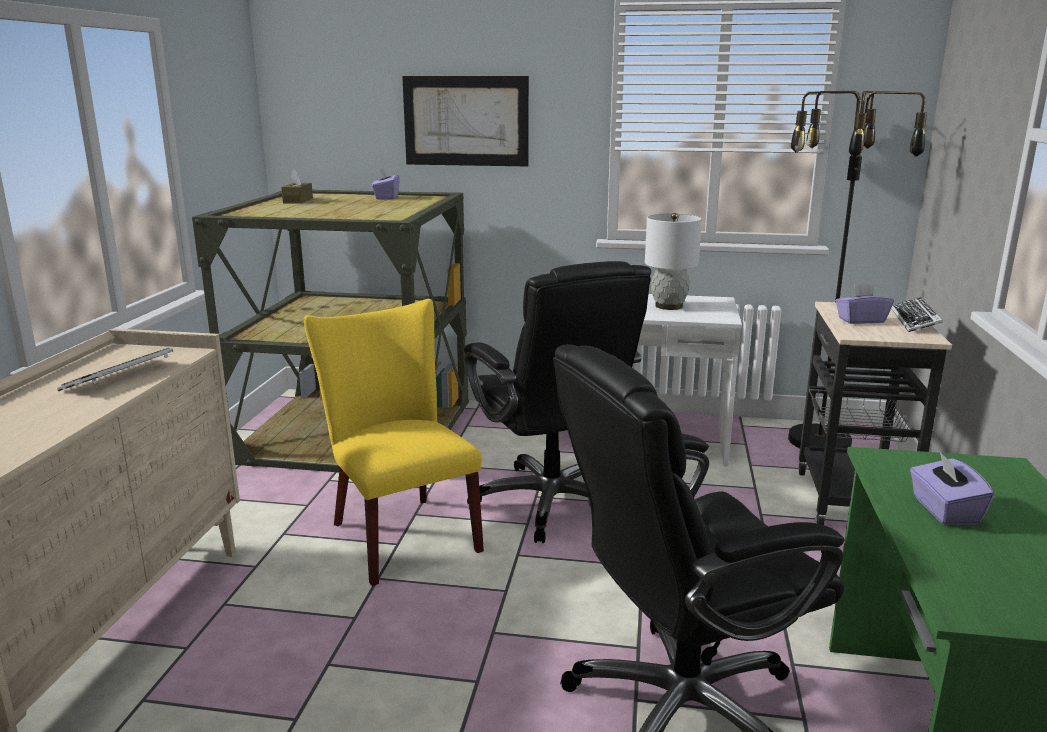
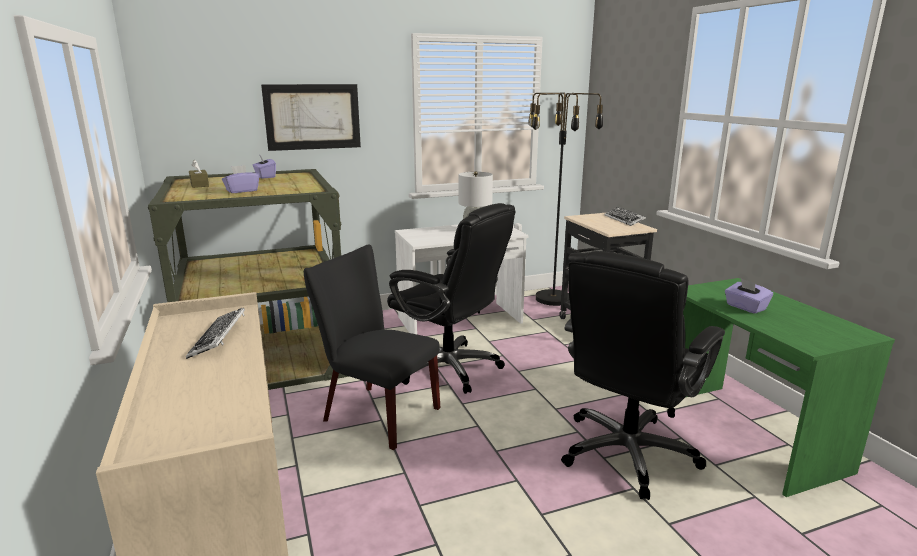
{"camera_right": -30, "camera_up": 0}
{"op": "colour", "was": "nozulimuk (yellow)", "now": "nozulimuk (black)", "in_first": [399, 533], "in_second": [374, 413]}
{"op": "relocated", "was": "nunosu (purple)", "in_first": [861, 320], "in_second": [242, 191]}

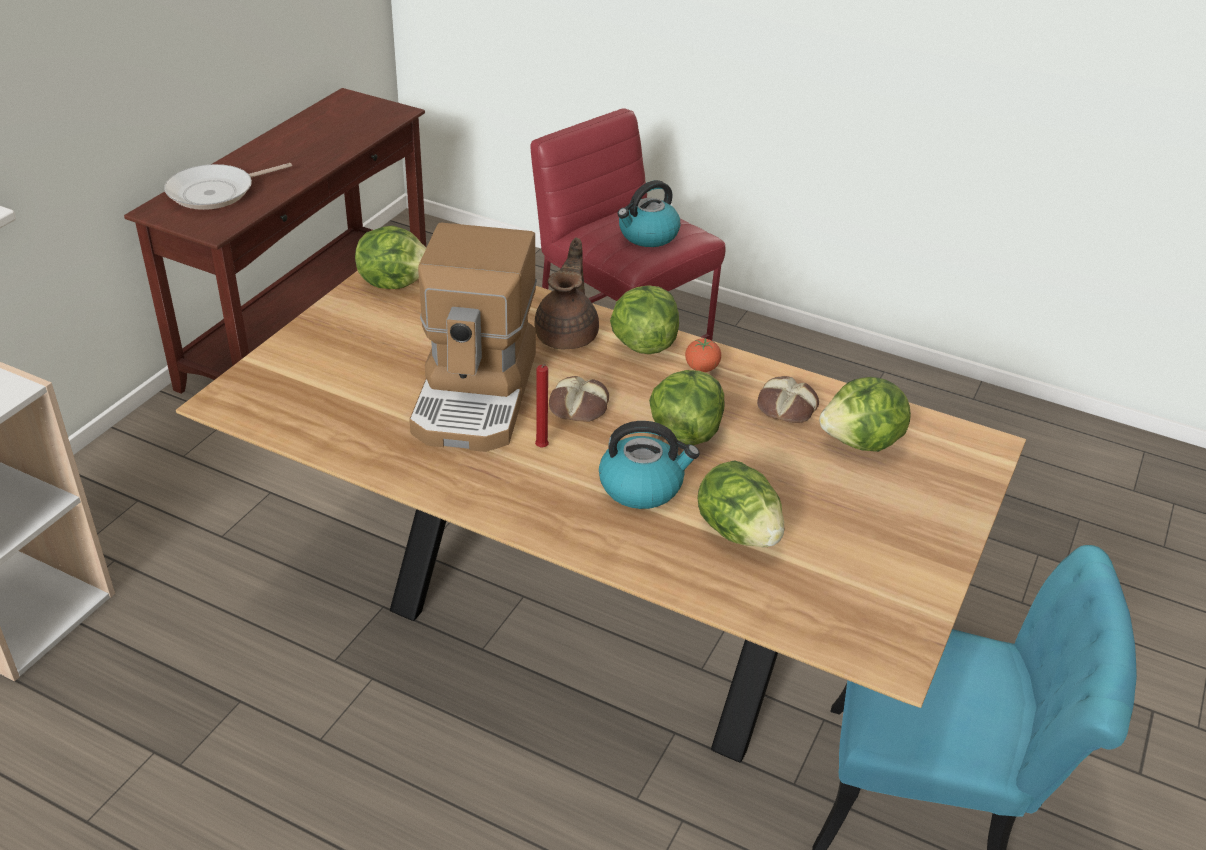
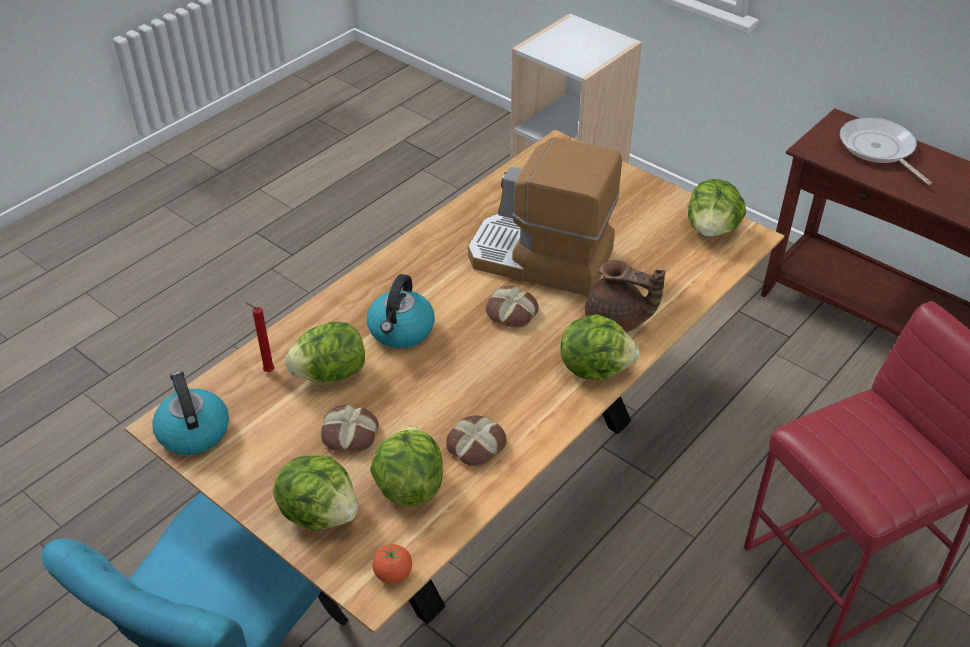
{"camera_right": 105, "camera_up": 5}
{"op": "relocated", "was": "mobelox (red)", "in_first": [542, 449], "in_second": [267, 371]}
{"op": "relocated", "was": "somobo", "in_first": [647, 235], "in_second": [193, 431]}
{"op": "relocated", "was": "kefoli", "in_first": [685, 432], "in_second": [320, 512]}
{"op": "relocated", "was": "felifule", "in_first": [701, 368], "in_second": [393, 574]}
{"op": "appeared", "now": "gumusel", "in_second": [349, 435]}

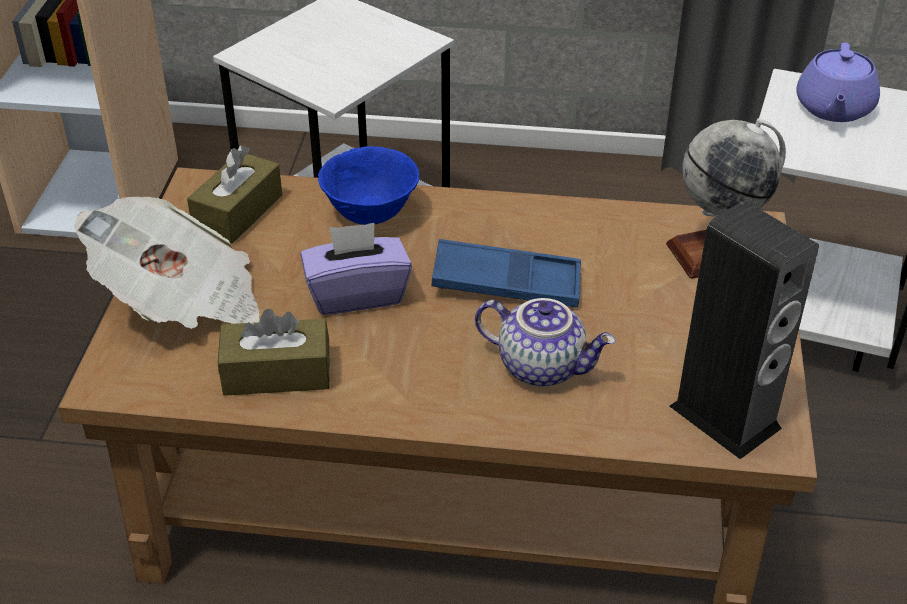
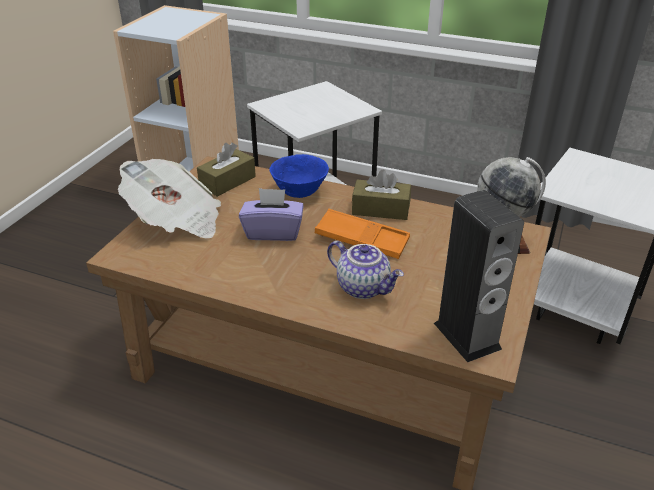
{"camera_right": 15, "camera_up": -5}
{"op": "relocated", "was": "nunosu (brown)", "in_first": [277, 373], "in_second": [380, 209]}
{"op": "colour", "was": "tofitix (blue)", "now": "tofitix (orange)", "in_first": [506, 283], "in_second": [362, 239]}
{"op": "missing", "was": "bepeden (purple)", "in_first": [833, 109]}

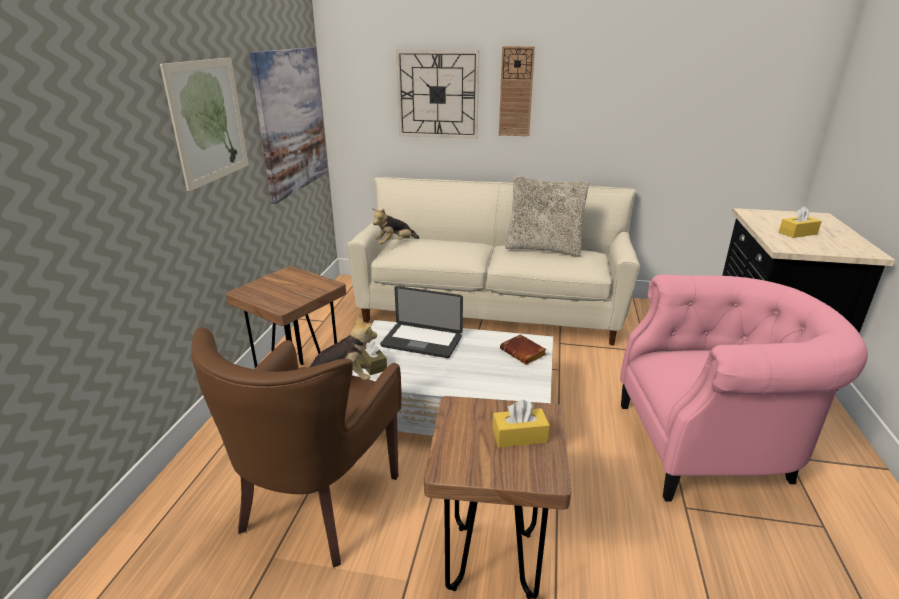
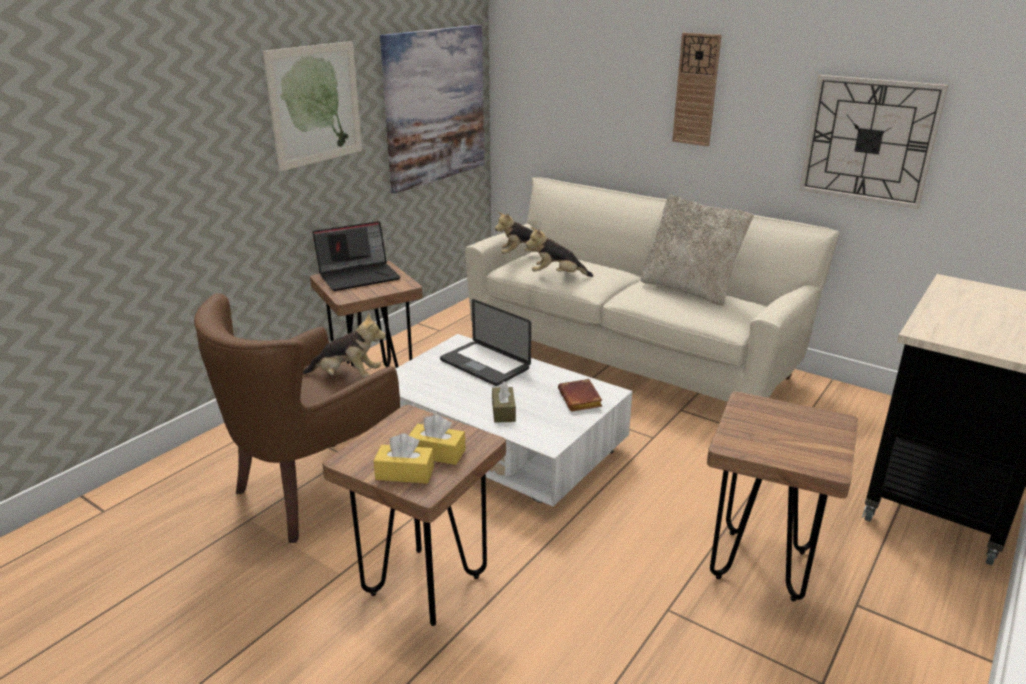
{"camera_right": 25, "camera_up": 0}
{"op": "relocated", "was": "nunosu (brown)", "in_first": [372, 364], "in_second": [503, 411]}
{"op": "relocated", "was": "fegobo", "in_first": [437, 94], "in_second": [869, 140]}
{"op": "exchanged", "was": "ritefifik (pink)", "now": "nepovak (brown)", "in_first": [710, 448], "in_second": [761, 565]}
{"op": "relocated", "was": "nunosu (yellow)", "in_first": [797, 233], "in_second": [405, 473]}
{"op": "appeared", "now": "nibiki", "in_second": [359, 276]}
{"op": "appeared", "now": "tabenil", "in_second": [557, 276]}

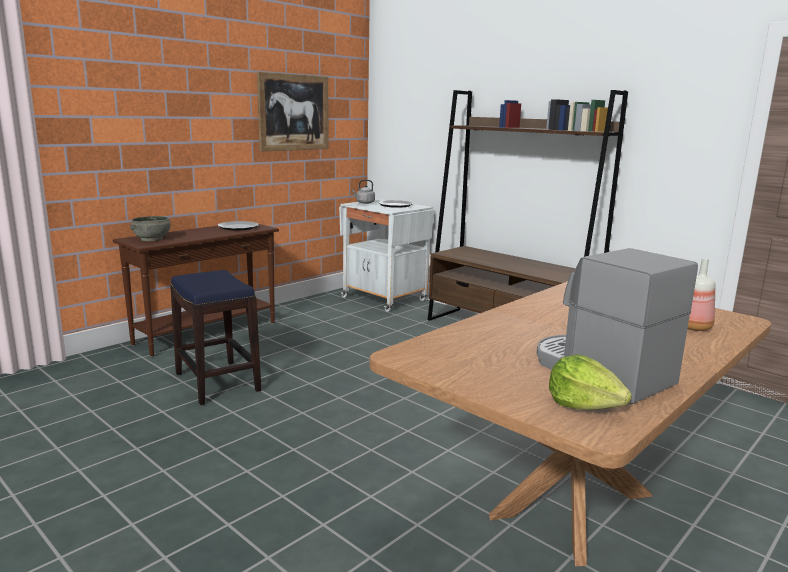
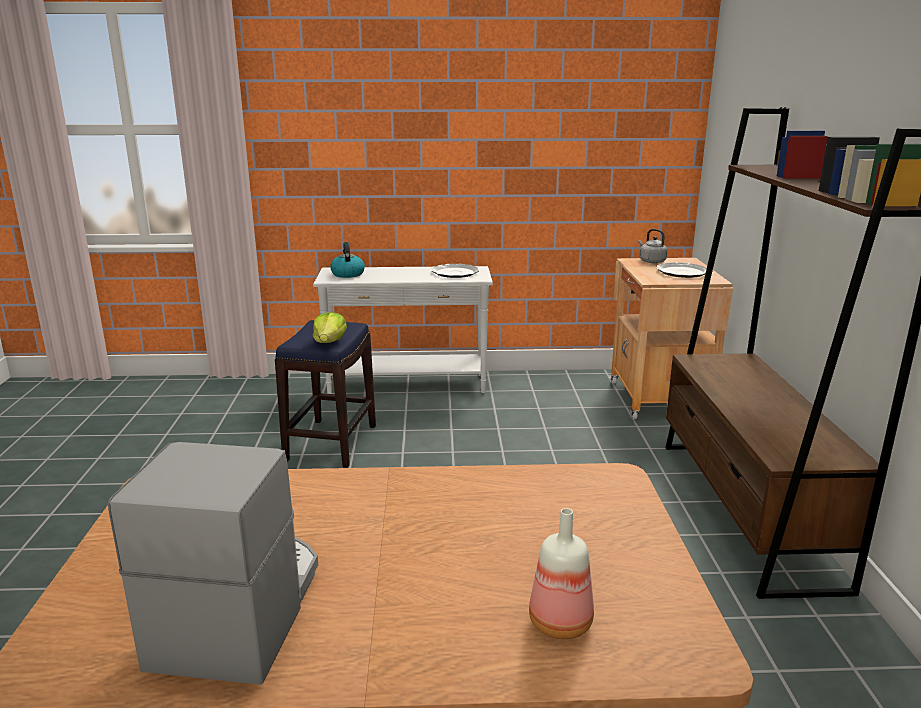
{"camera_right": 45, "camera_up": 5}
{"op": "colour", "was": "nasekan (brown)", "now": "nasekan (white)", "in_first": [207, 333], "in_second": [408, 385]}
{"op": "exchanged", "was": "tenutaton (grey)", "now": "somobo", "in_first": [152, 239], "in_second": [347, 274]}
{"op": "missing", "was": "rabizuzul", "in_first": [294, 112]}
{"op": "colour", "was": "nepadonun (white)", "now": "nepadonun (brown)", "in_first": [385, 300], "in_second": [659, 401]}
{"op": "relocated", "was": "kefoli", "in_first": [583, 404], "in_second": [329, 342]}

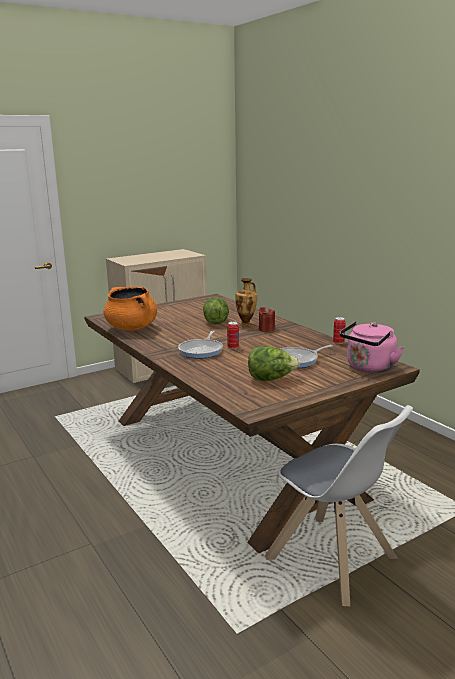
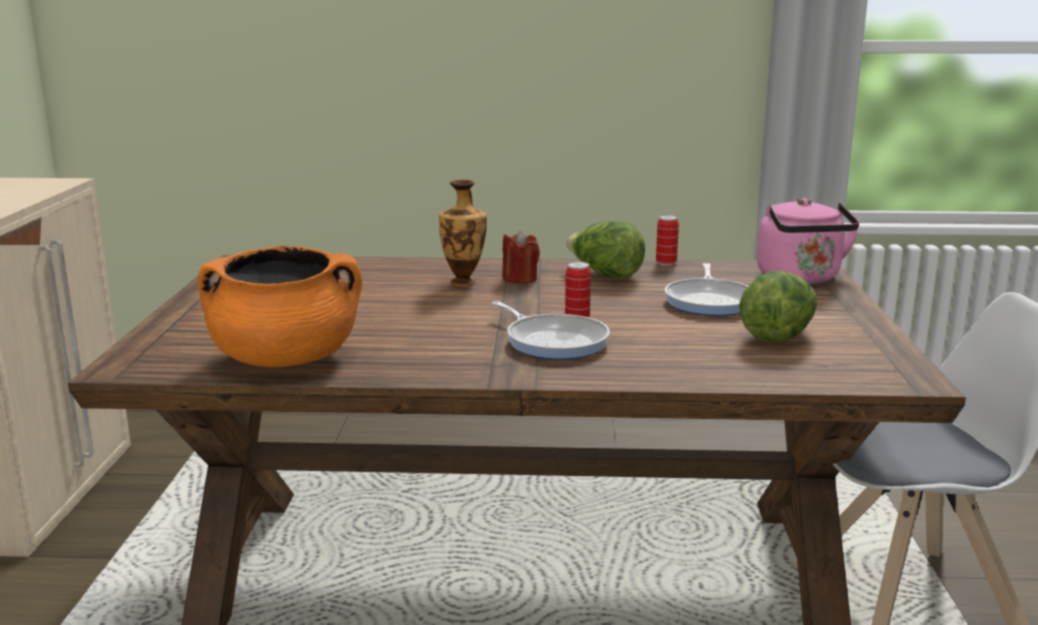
{"camera_right": -55, "camera_up": 0}
{"op": "relocated", "was": "kefoli", "in_first": [216, 322], "in_second": [605, 275]}

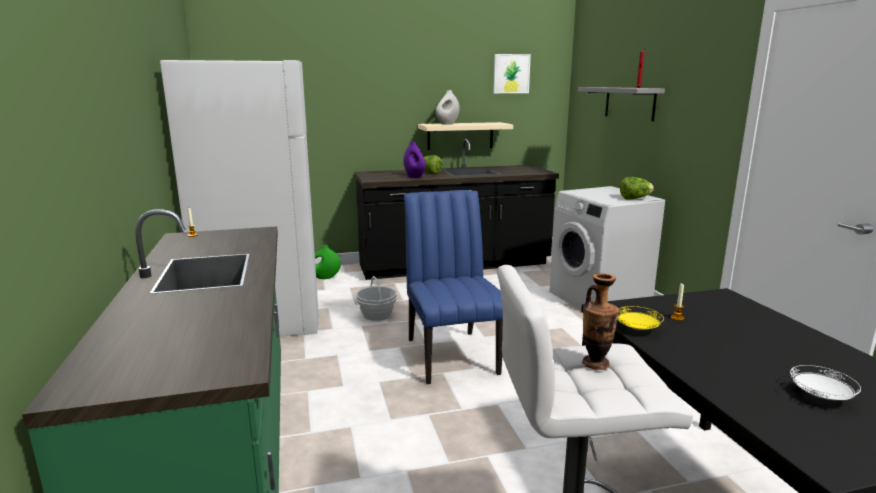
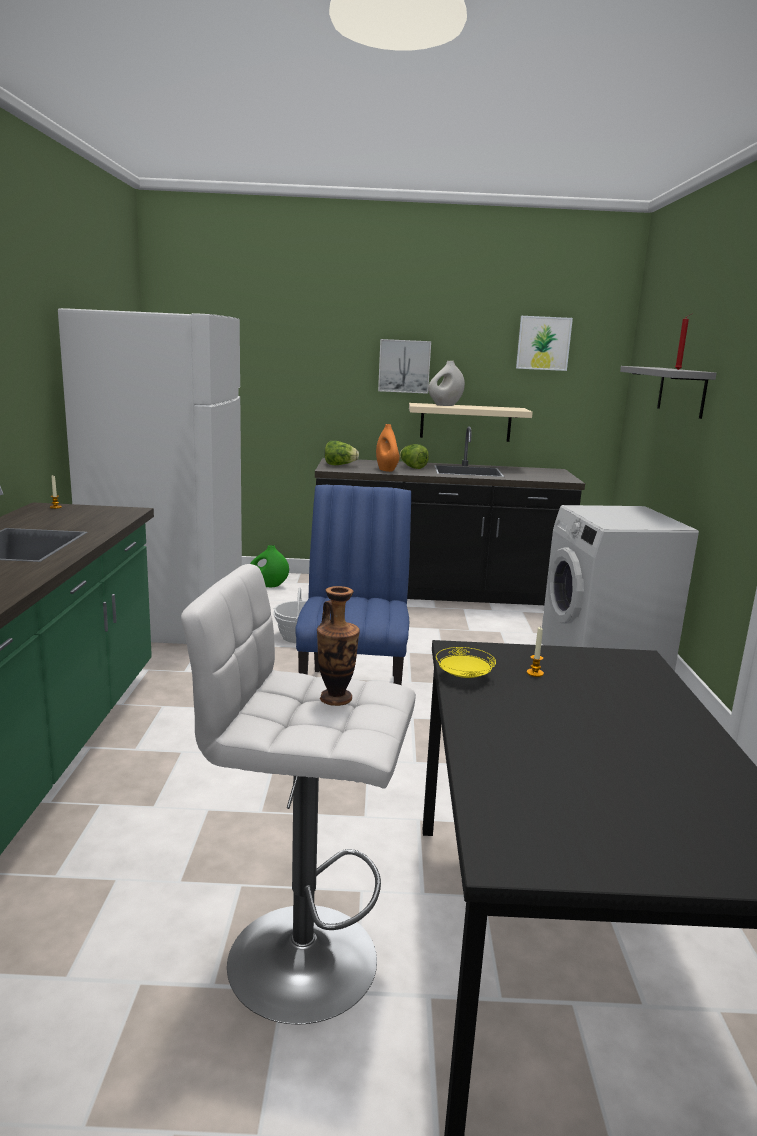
{"camera_right": 15, "camera_up": 0}
{"op": "colour", "was": "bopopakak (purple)", "now": "bopopakak (orange)", "in_first": [414, 176], "in_second": [387, 470]}
{"op": "relocated", "was": "kefoli", "in_first": [634, 199], "in_second": [340, 465]}
{"op": "missing", "was": "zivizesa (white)", "in_first": [821, 397]}
{"op": "appeared", "now": "rabizuzul", "in_second": [404, 366]}

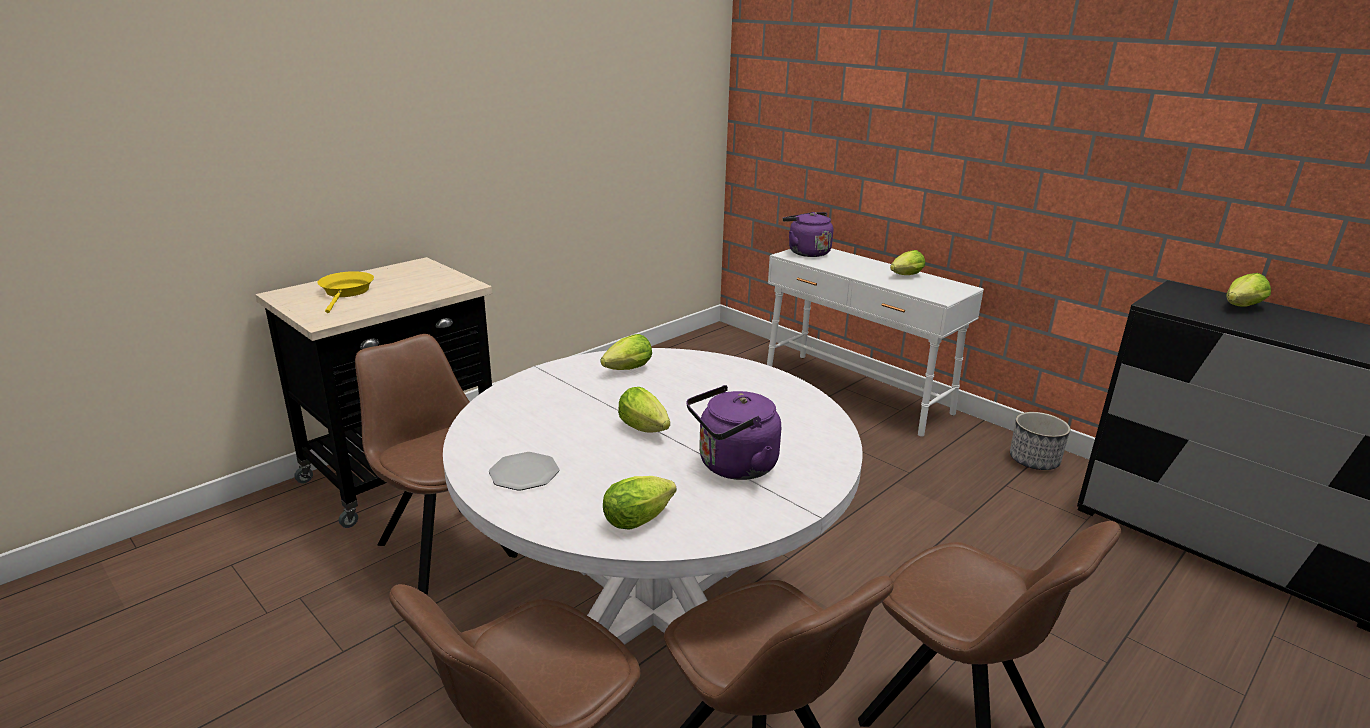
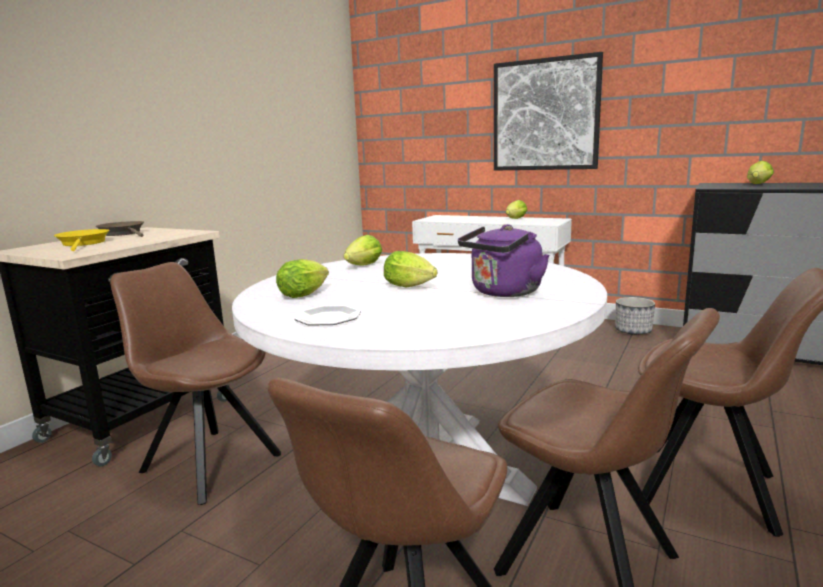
{"camera_right": -15, "camera_up": -10}
{"op": "relocated", "was": "kefoli", "in_first": [641, 518], "in_second": [306, 294]}
{"op": "missing", "was": "somobo (purple)", "in_first": [806, 252]}
{"op": "appeared", "now": "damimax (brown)", "in_second": [123, 233]}
{"op": "appeared", "now": "rabizuzul", "in_second": [545, 115]}

